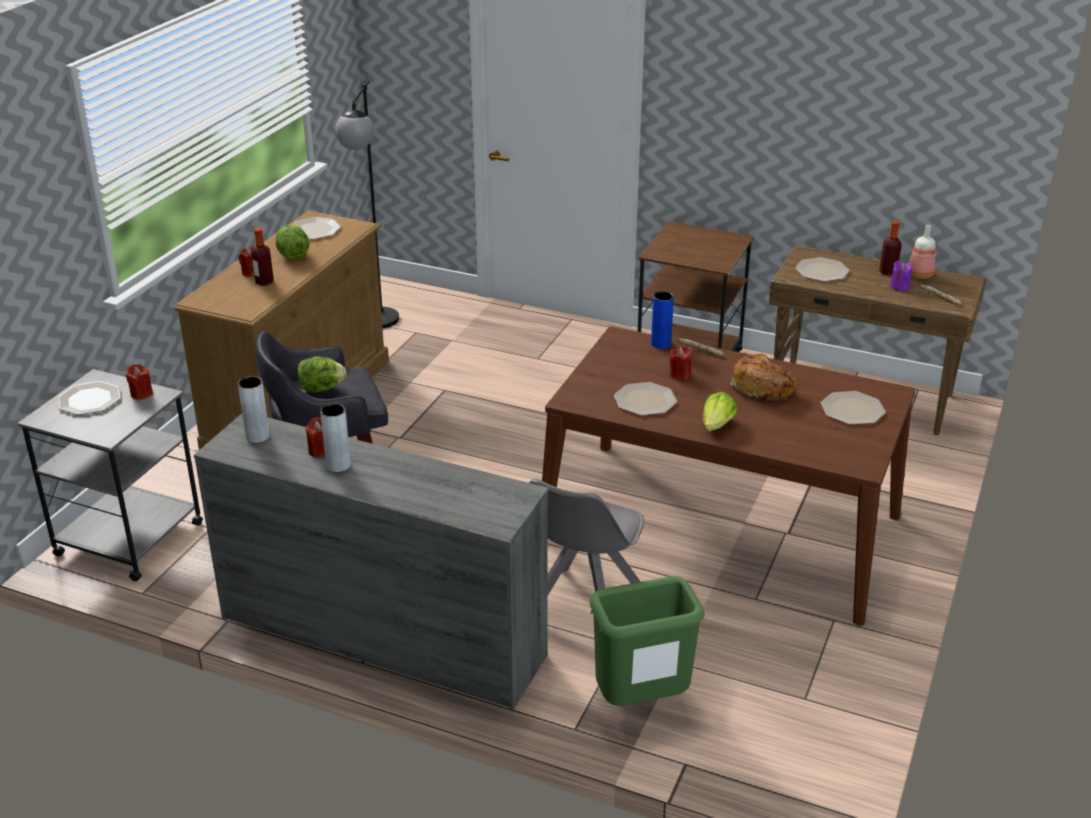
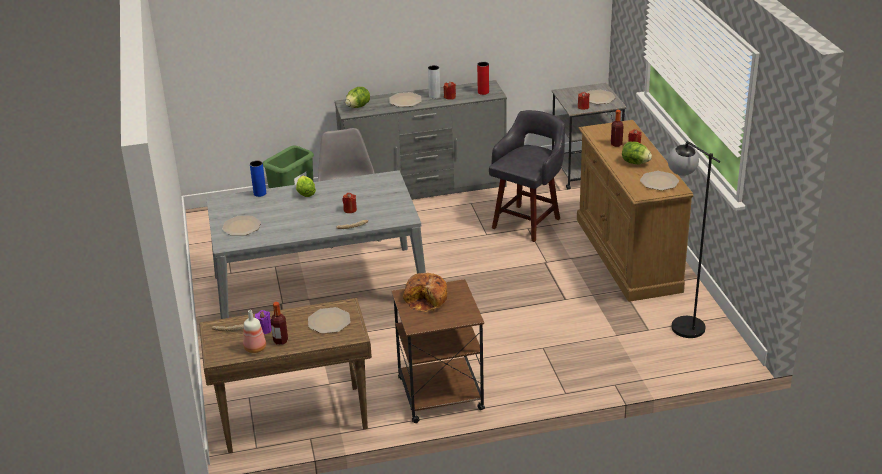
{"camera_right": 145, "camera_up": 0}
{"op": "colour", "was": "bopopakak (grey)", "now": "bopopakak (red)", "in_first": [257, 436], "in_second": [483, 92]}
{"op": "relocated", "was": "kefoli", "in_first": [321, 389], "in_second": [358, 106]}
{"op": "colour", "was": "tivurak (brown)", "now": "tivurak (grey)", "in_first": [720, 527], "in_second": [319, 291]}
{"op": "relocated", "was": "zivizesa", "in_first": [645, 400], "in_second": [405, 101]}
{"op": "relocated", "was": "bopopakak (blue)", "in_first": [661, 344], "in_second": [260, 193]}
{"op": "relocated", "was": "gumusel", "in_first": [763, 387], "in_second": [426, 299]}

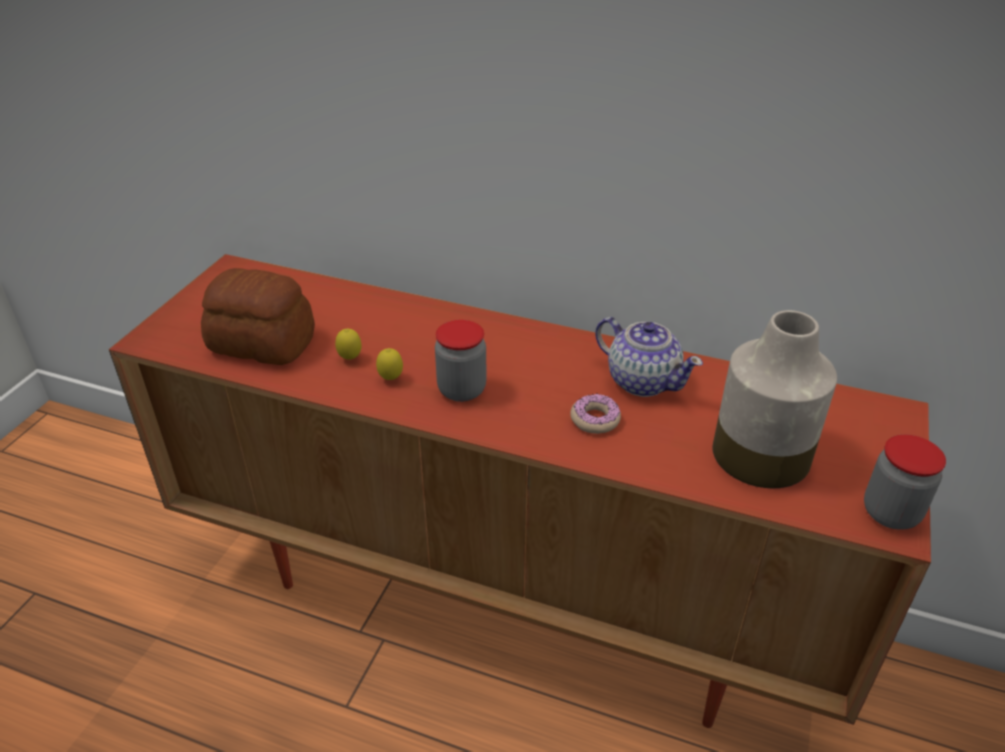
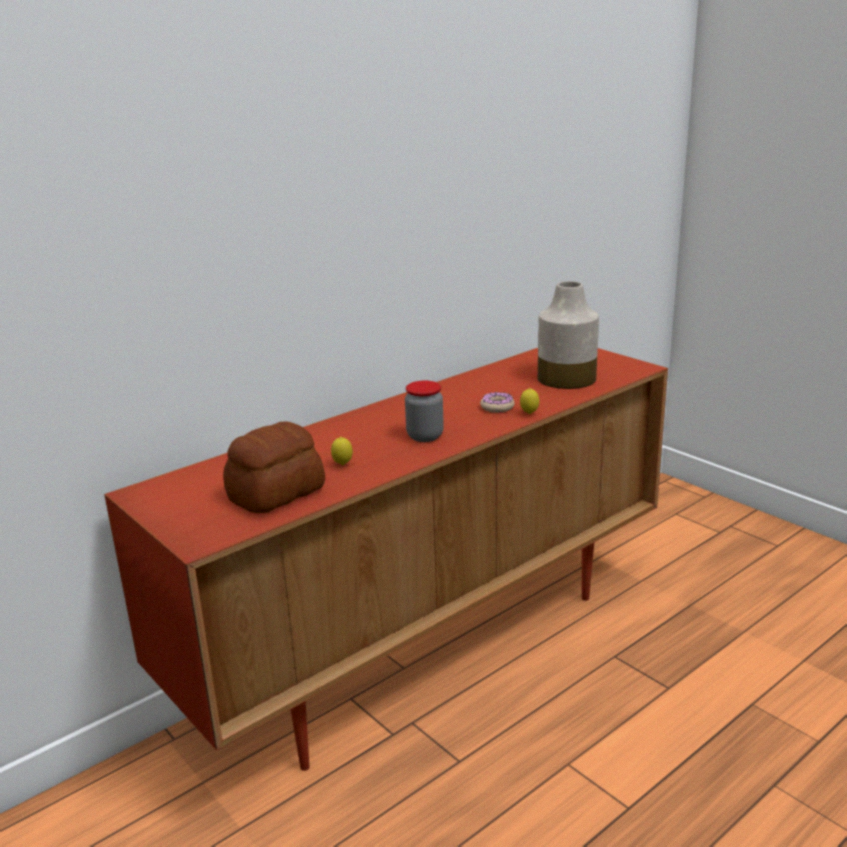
{"camera_right": -60, "camera_up": -15}
{"op": "relocated", "was": "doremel", "in_first": [391, 379], "in_second": [529, 414]}
{"op": "missing", "was": "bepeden", "in_first": [642, 381]}
{"op": "missing", "was": "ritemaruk", "in_first": [890, 513]}

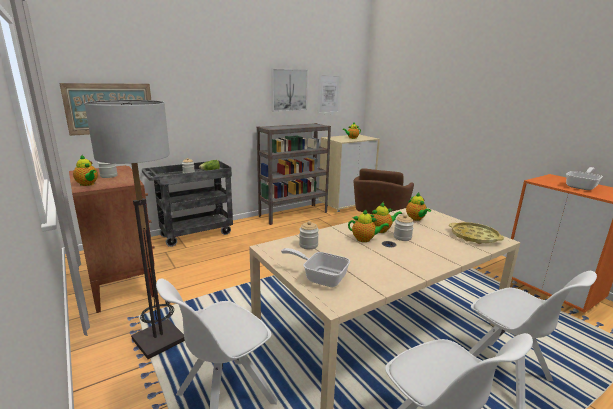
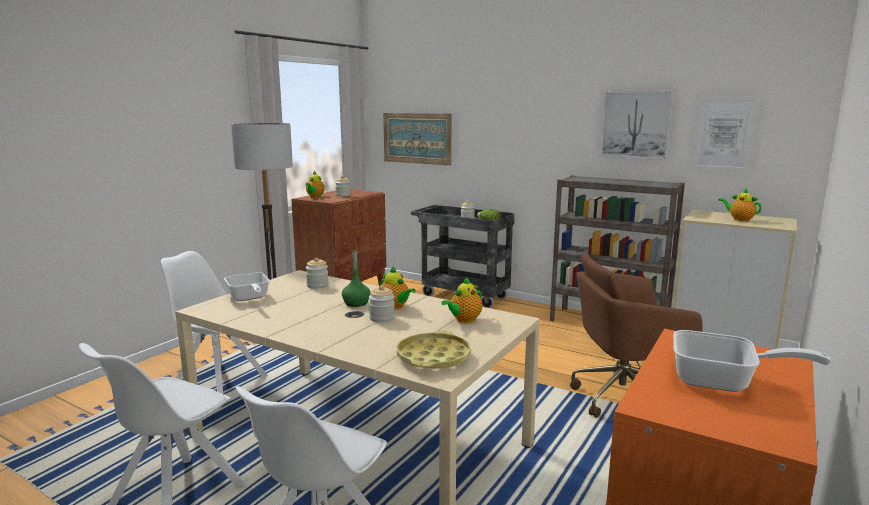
{"camera_right": 65, "camera_up": -5}
{"op": "spun", "was": "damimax", "in_first": [320, 277], "in_second": [248, 298], "clockwise": 150}
{"op": "exchanged", "was": "bepeden", "now": "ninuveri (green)", "in_first": [365, 239], "in_second": [356, 303]}

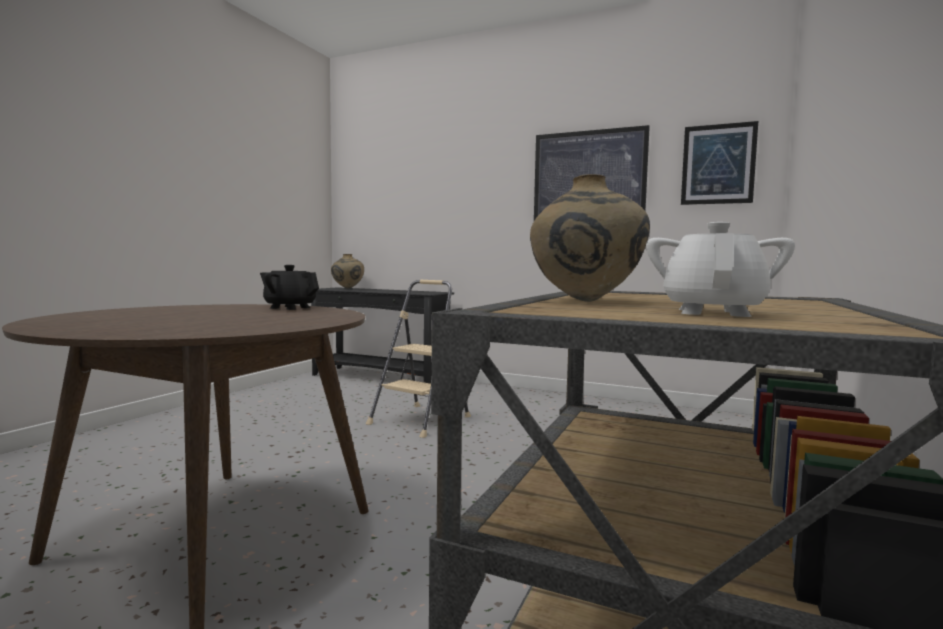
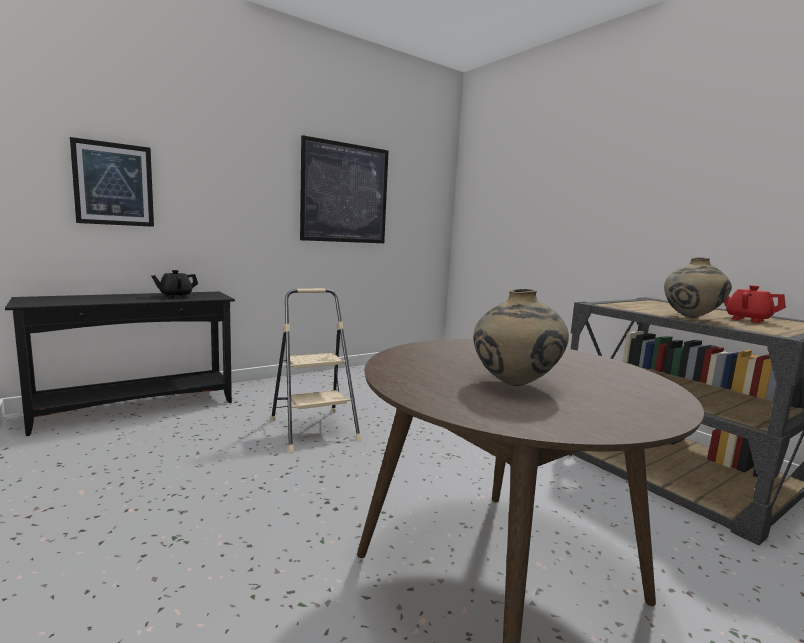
{"camera_right": -60, "camera_up": 5}
{"op": "relocated", "was": "bepeden (black)", "in_first": [289, 308], "in_second": [175, 296]}
{"op": "relocated", "was": "bopopakak (beige)", "in_first": [347, 288], "in_second": [515, 385]}
{"op": "colour", "was": "bepeden (white)", "now": "bepeden (red)", "in_first": [713, 312], "in_second": [747, 320]}
{"op": "relocated", "was": "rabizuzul", "in_first": [718, 164], "in_second": [114, 184]}

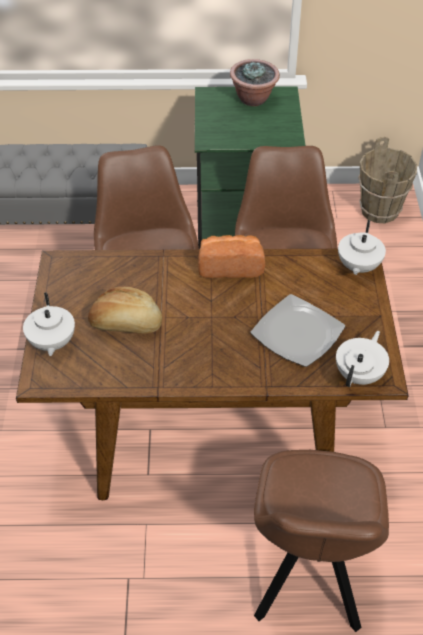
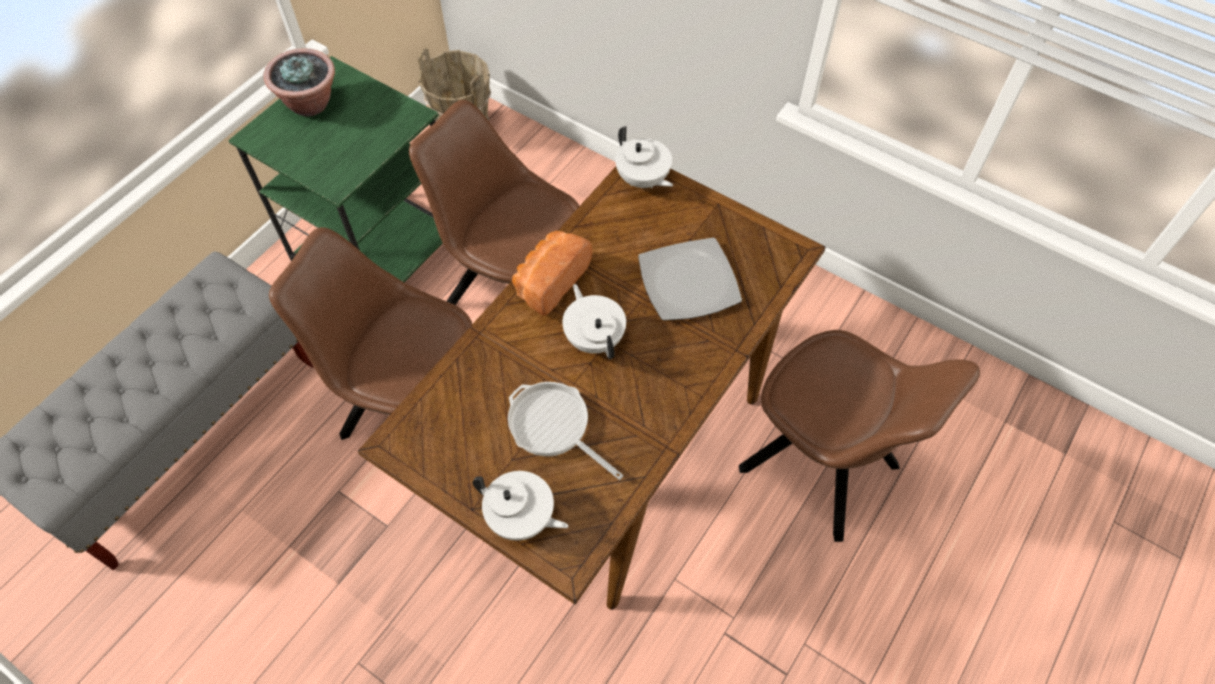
{"camera_right": -55, "camera_up": 10}
{"op": "exchanged", "was": "gumusel", "now": "damimax", "in_first": [126, 324], "in_second": [553, 426]}
{"op": "relocated", "was": "bepeden (white)", "in_first": [359, 374], "in_second": [594, 338]}

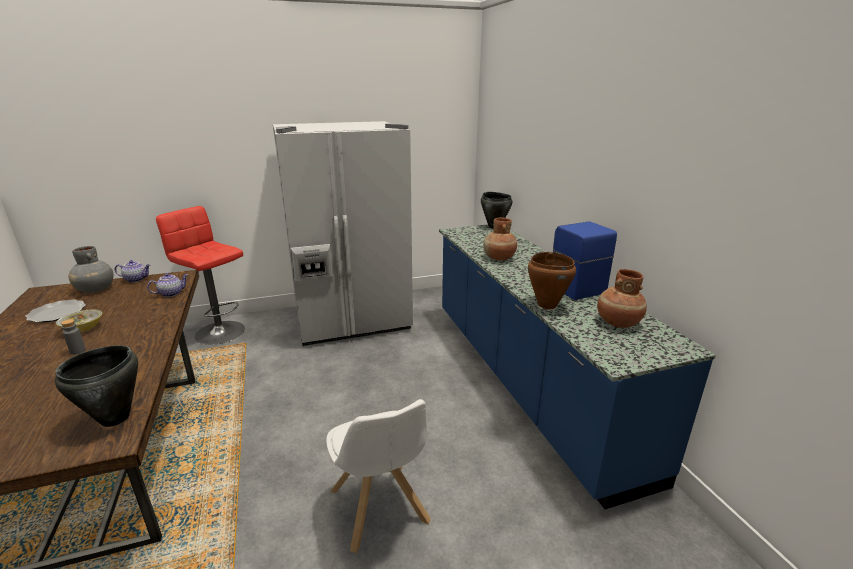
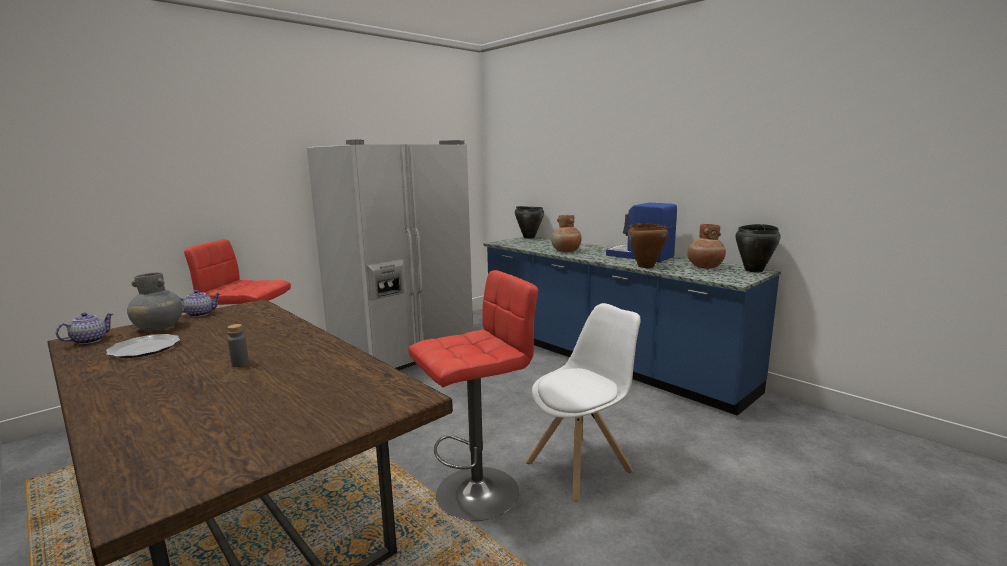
{"camera_right": -25, "camera_up": -10}
{"op": "relocated", "was": "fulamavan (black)", "in_first": [115, 418], "in_second": [754, 270]}
{"op": "missing", "was": "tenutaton", "in_first": [83, 329]}
{"op": "relocated", "was": "bepeden", "in_first": [171, 293], "in_second": [89, 340]}
{"op": "spun", "was": "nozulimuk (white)", "in_first": [380, 509], "in_second": [582, 464], "clockwise": -75}
{"op": "appeared", "now": "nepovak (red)", "in_second": [478, 493]}

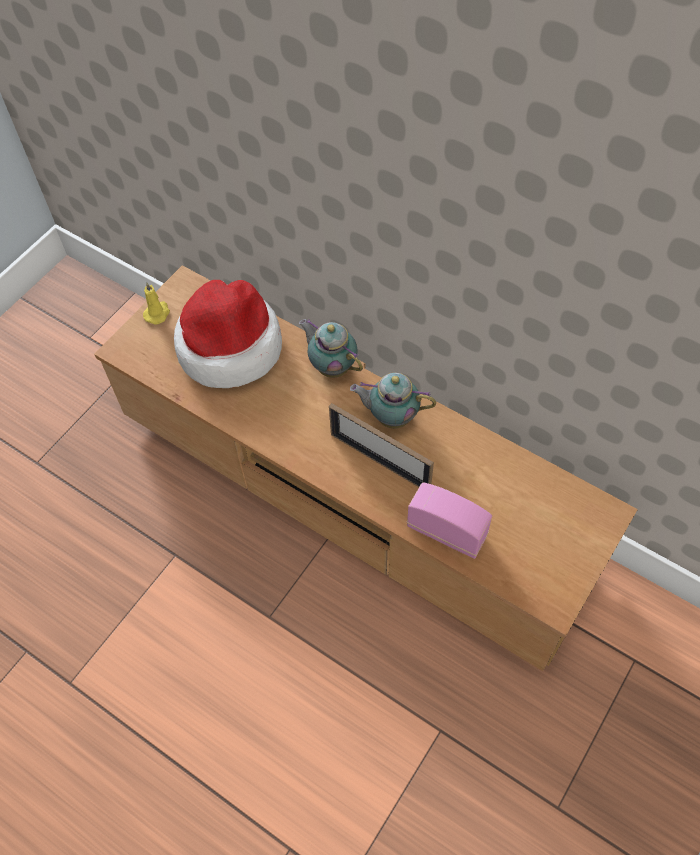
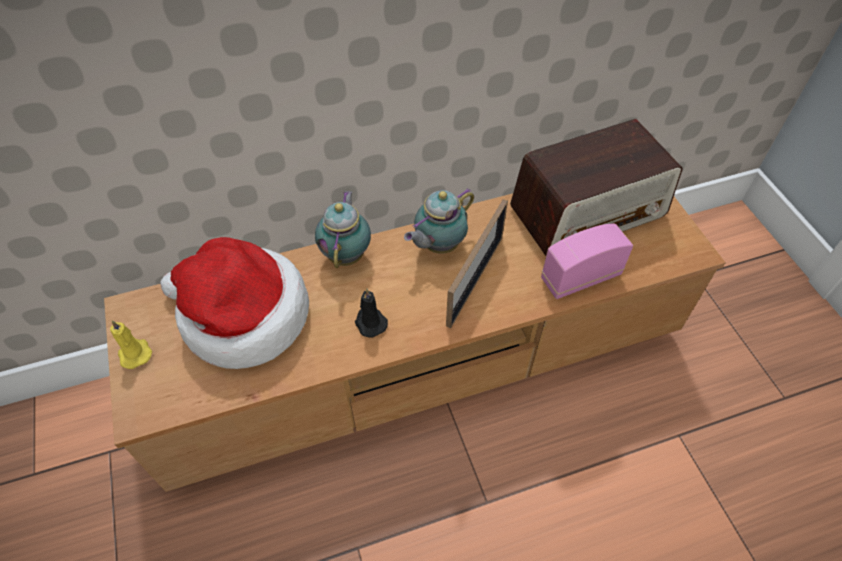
{"camera_right": -55, "camera_up": -5}
{"op": "spun", "was": "bepeden", "in_first": [332, 366], "in_second": [347, 254], "clockwise": 105}
{"op": "spun", "was": "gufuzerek", "in_first": [380, 461], "in_second": [475, 280], "clockwise": -45}
{"op": "appeared", "now": "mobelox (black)", "in_second": [370, 322]}
{"op": "appeared", "now": "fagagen", "in_second": [588, 211]}

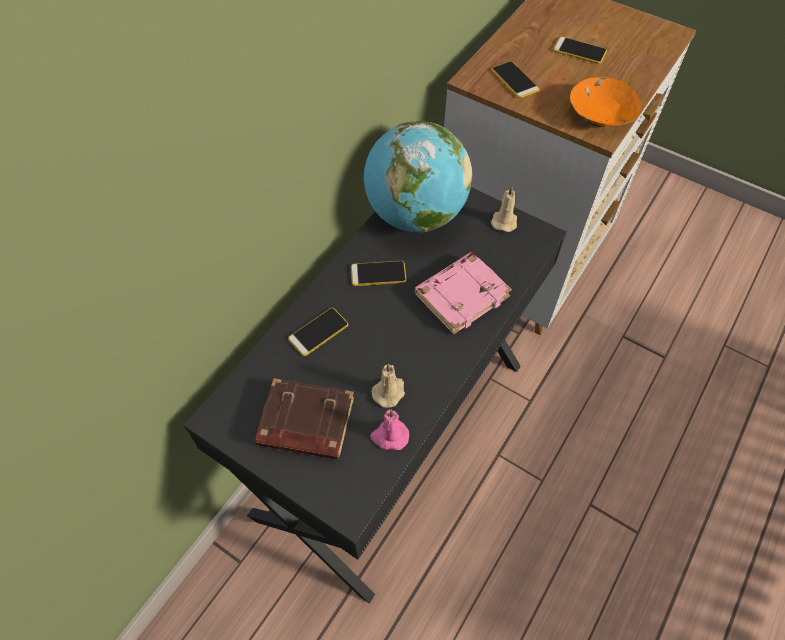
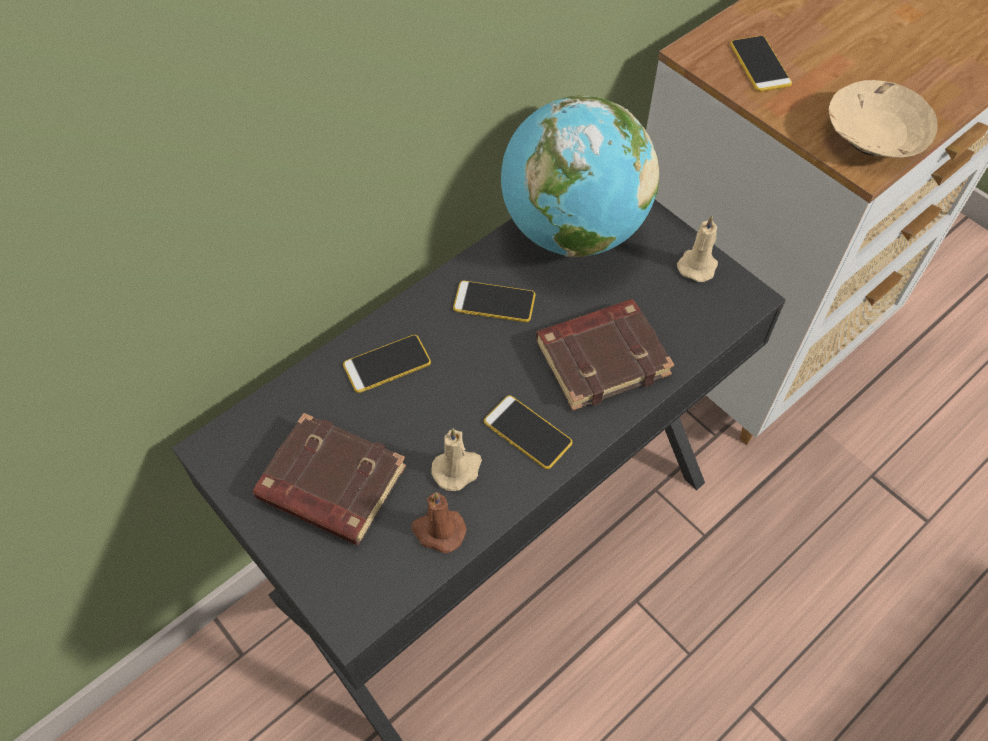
{"camera_right": 15, "camera_up": 0}
{"op": "colour", "was": "mobelox (pink)", "now": "mobelox (brown)", "in_first": [389, 436], "in_second": [438, 531]}
{"op": "colour", "was": "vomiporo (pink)", "now": "vomiporo (brown)", "in_first": [461, 295], "in_second": [602, 357]}
{"op": "relocated", "was": "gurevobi", "in_first": [579, 51], "in_second": [527, 432]}
{"op": "colour", "was": "tenutaton (orange)", "now": "tenutaton (beige)", "in_first": [600, 114], "in_second": [872, 136]}

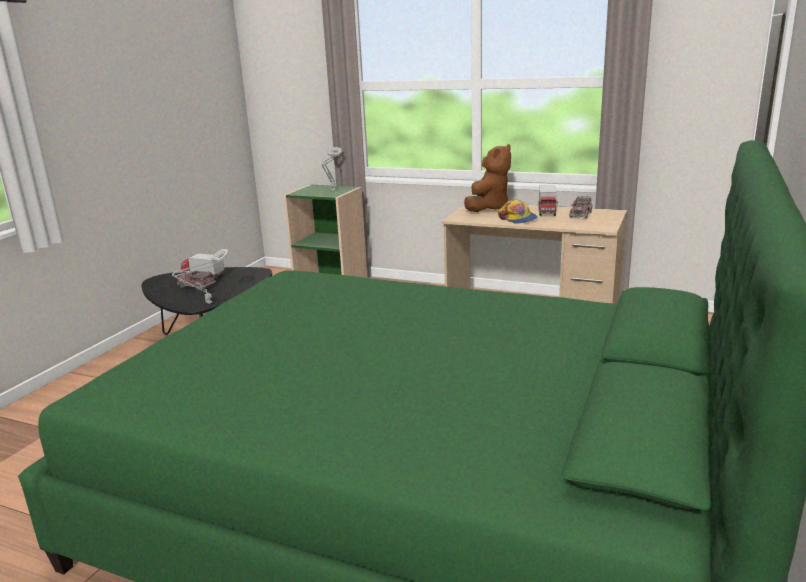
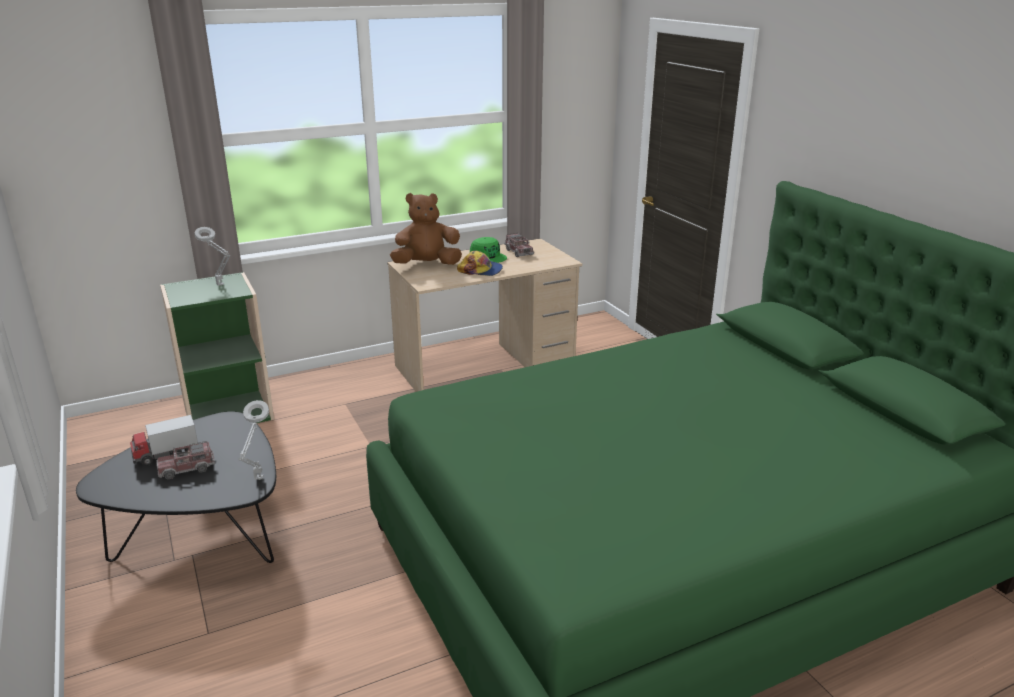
{"camera_right": -50, "camera_up": 5}
{"op": "spun", "was": "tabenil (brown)", "in_first": [488, 208], "in_second": [427, 265], "clockwise": -90}
{"op": "exchanged", "was": "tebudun", "now": "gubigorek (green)", "in_first": [547, 212], "in_second": [488, 256]}

